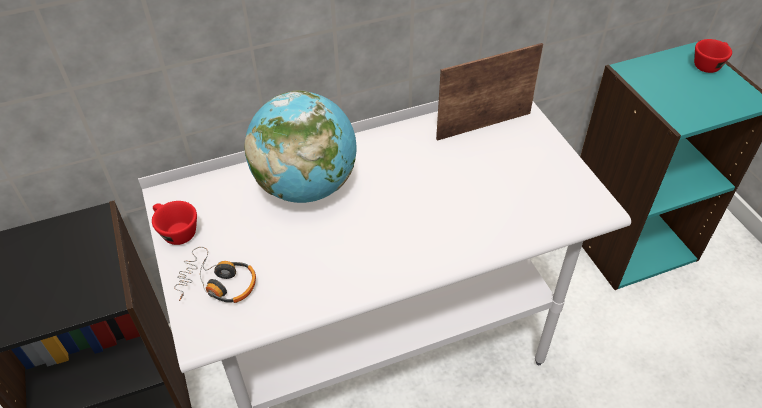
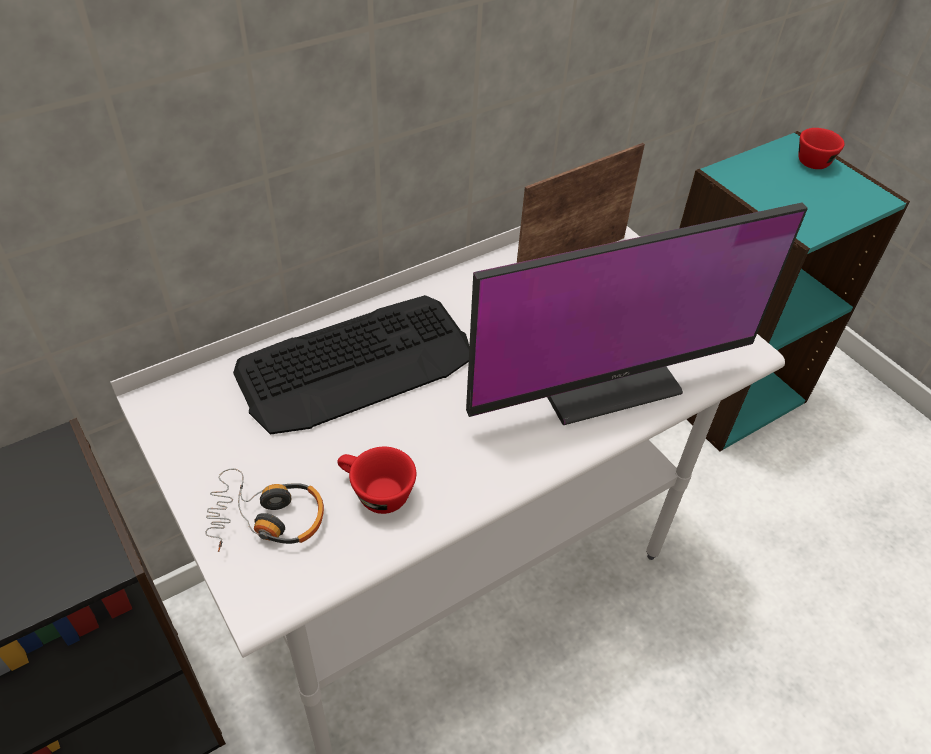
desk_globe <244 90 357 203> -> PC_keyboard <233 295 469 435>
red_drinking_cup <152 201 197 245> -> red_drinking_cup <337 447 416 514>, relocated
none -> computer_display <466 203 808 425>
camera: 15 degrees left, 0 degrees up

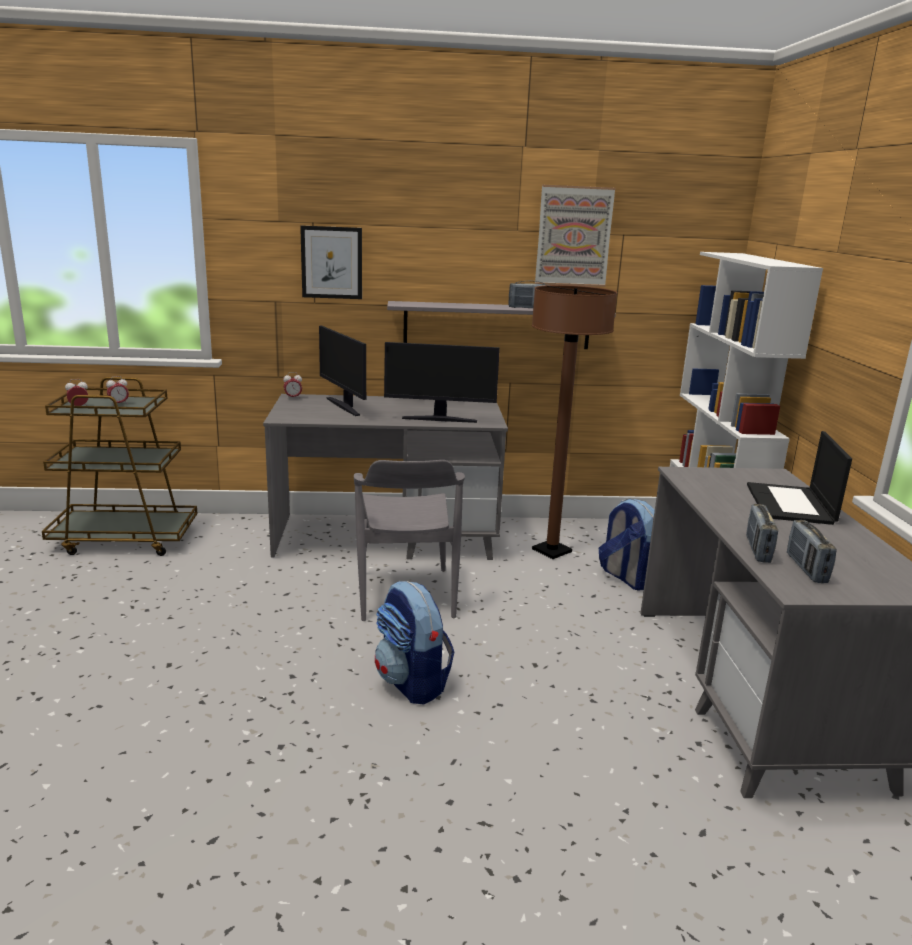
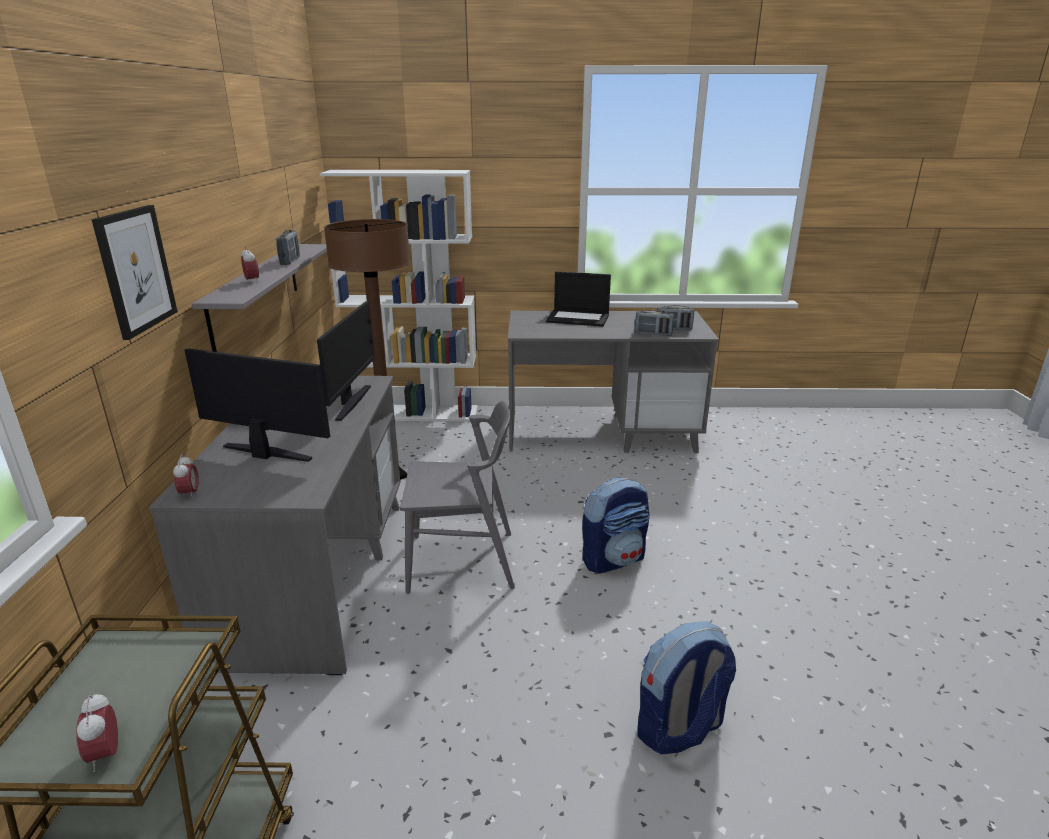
wall_art <535 185 616 287> -> none
computer_display <319 326 366 416> -> computer_display <185 349 330 462>, 135 degrees counterclockwise
alarm_clock <106 376 129 406> -> alarm_clock <241 246 259 283>, relocated
knapsack <599 498 655 591> -> knapsack <638 622 736 755>, relocated
camera: 85 degrees left, 5 degrees up

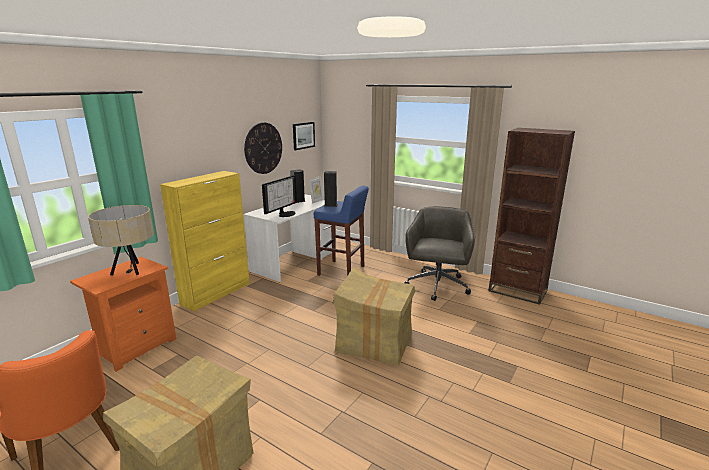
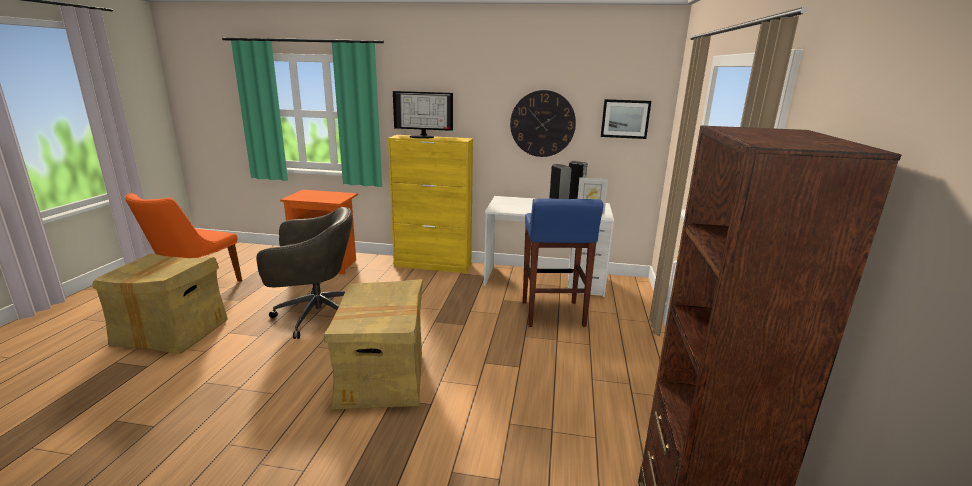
computer_display <262 175 297 217> -> computer_display <393 91 453 139>, relocated
beige-coloured_lamp_for_a_table <88 205 154 276> -> none
greyish_desk_chair <405 206 475 301> -> greyish_desk_chair <256 207 352 339>, relocated
camera: 65 degrees right, 0 degrees up

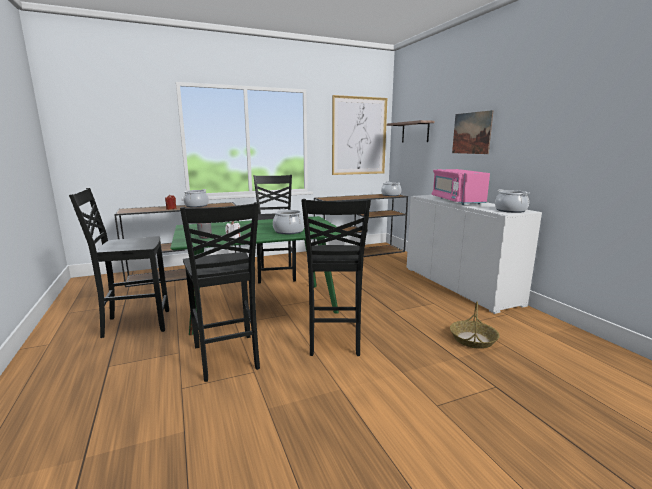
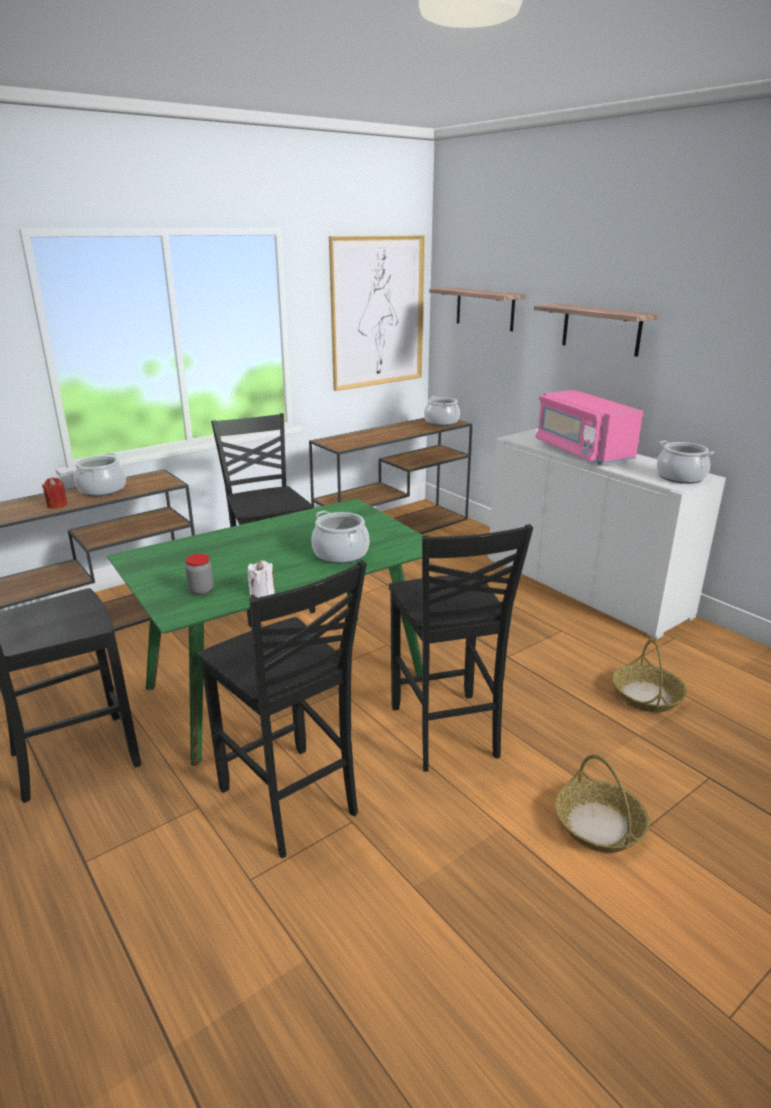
wall_art <452 110 494 154> -> shelf <534 304 658 357>
none -> household_basket <555 755 650 853>
camera: 15 degrees left, 10 degrees up

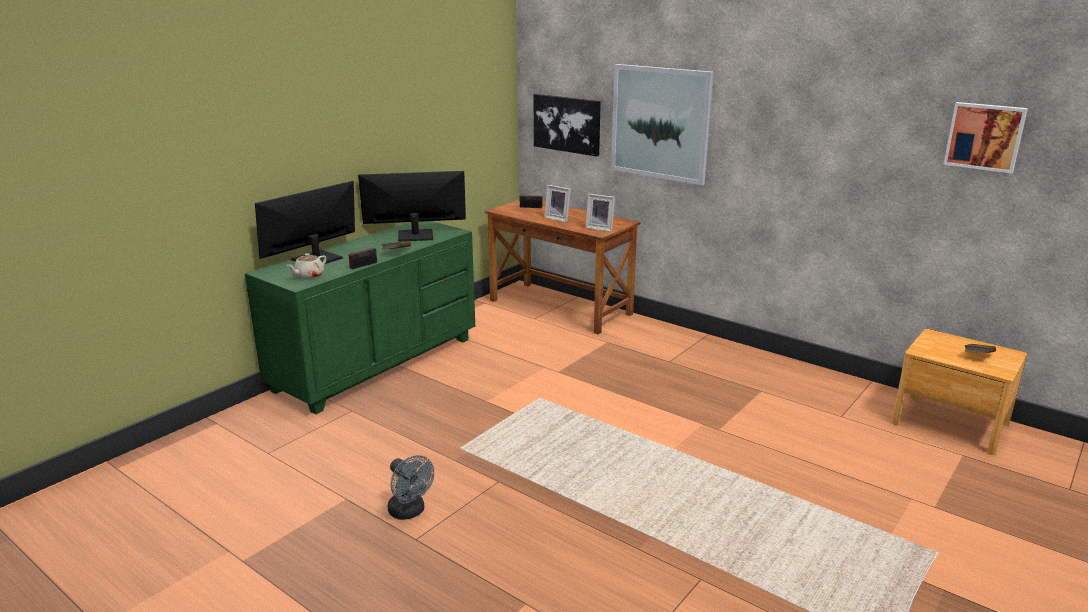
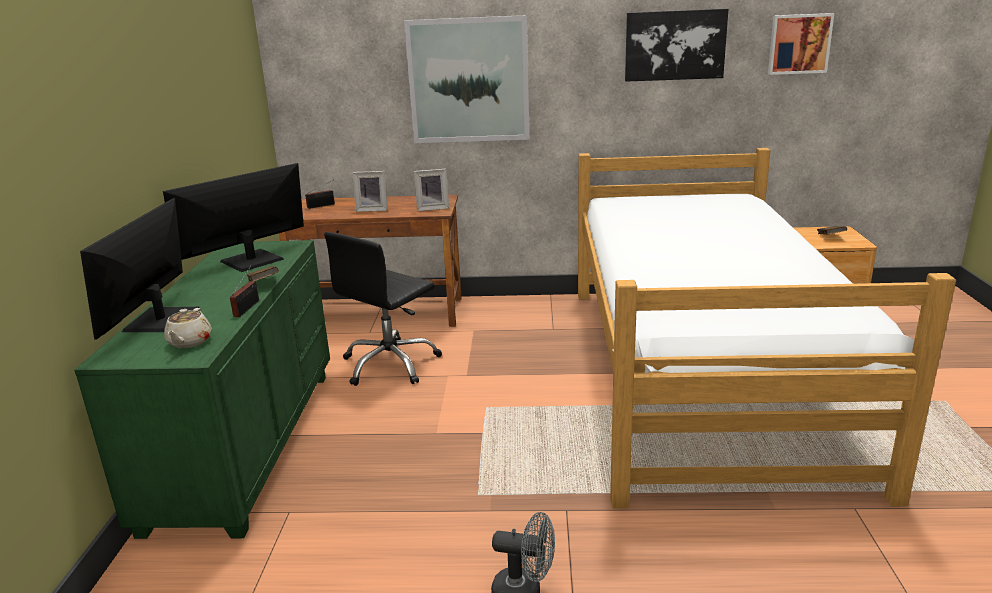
wall_art <534 94 601 156> -> wall_art <625 9 728 82>, relocated
none -> bed <578 148 956 508>
none -> black_desk_chair <324 232 442 386>
camera: 35 degrees left, 0 degrees up

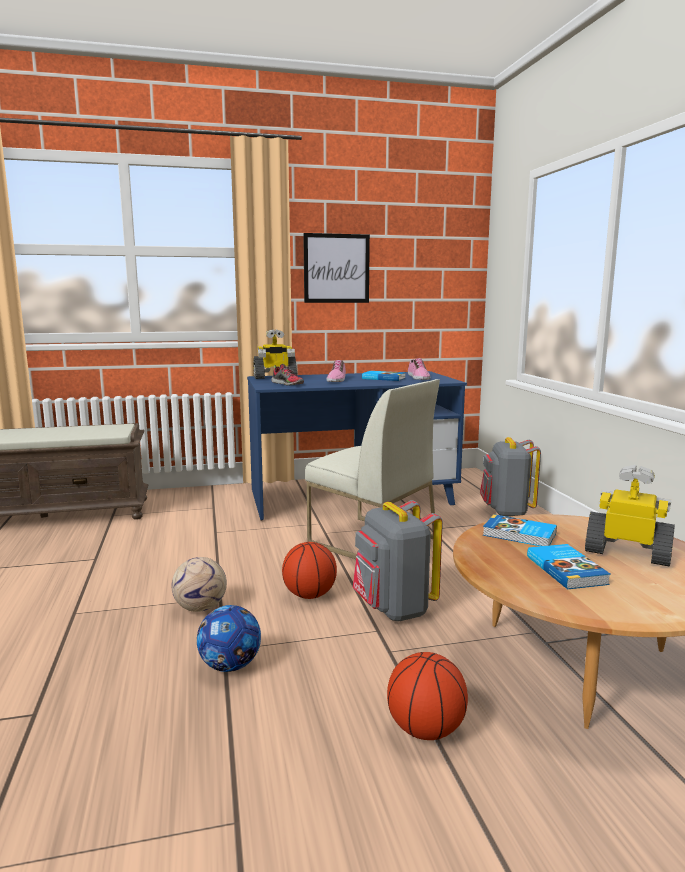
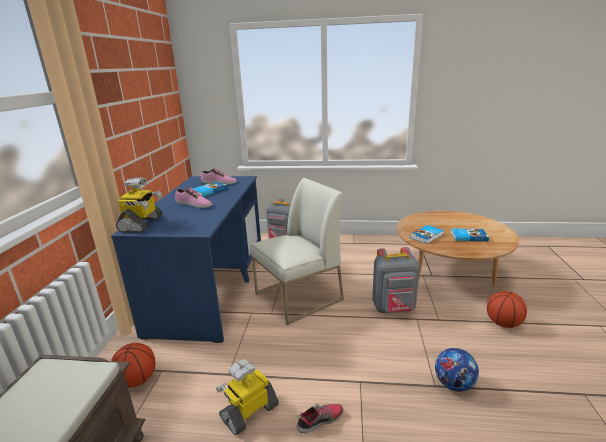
wall_art <303 233 370 303> -> none
shoe <271 364 304 386> -> shoe <296 404 343 434>, relocated
robot_figure <585 465 675 567> -> robot_figure <216 359 279 436>, relocated
ball_for_basketball <282 542 337 599> -> ball_for_basketball <111 343 155 388>, relocated
football <171 557 227 612> -> none
camera: 70 degrees left, 10 degrees up

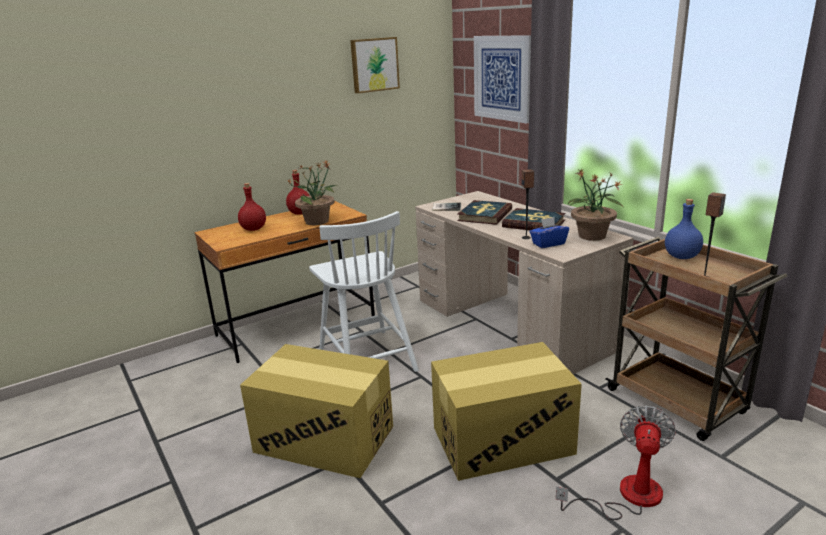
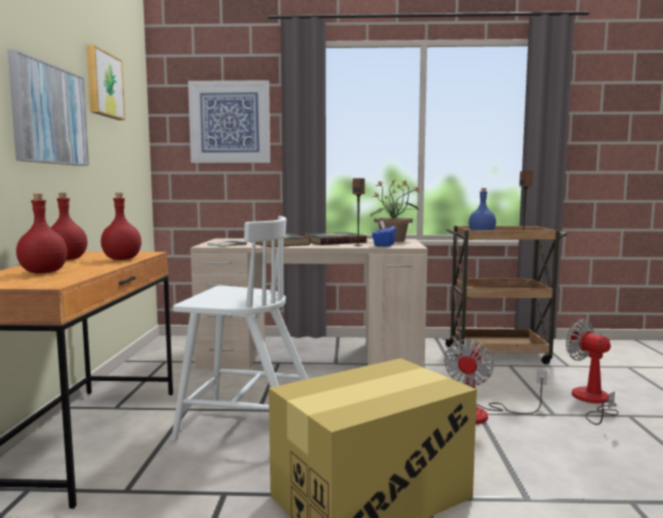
houseplant <287 161 338 225> -> red_bottle <101 193 142 260>
carton <431 342 582 481> -> cooling_fan <444 339 547 424>
none -> wall_art <7 49 89 166>
camera: 55 degrees left, 15 degrees down

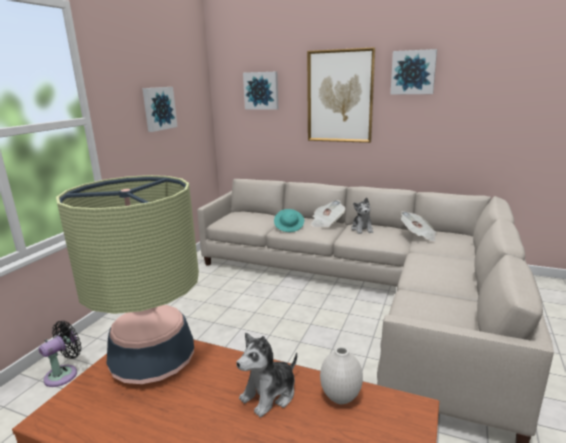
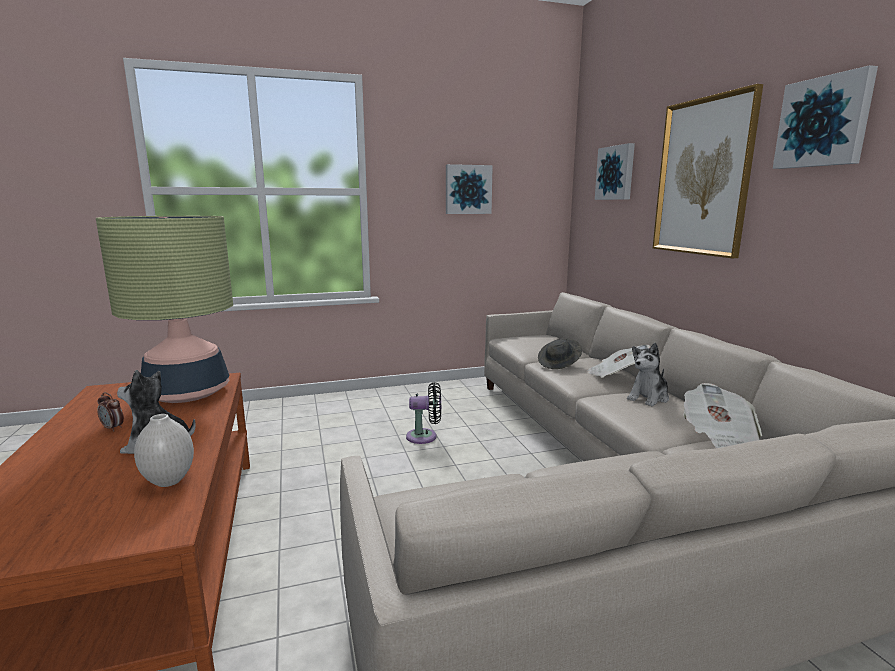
blue-green_hat <274 209 304 232> -> greyish_hat <538 338 582 369>
black_cooling_fan <39 321 81 387> -> black_cooling_fan <406 382 441 444>, relocated
none -> alarm_clock <97 392 124 432>
camera: 50 degrees right, 5 degrees down

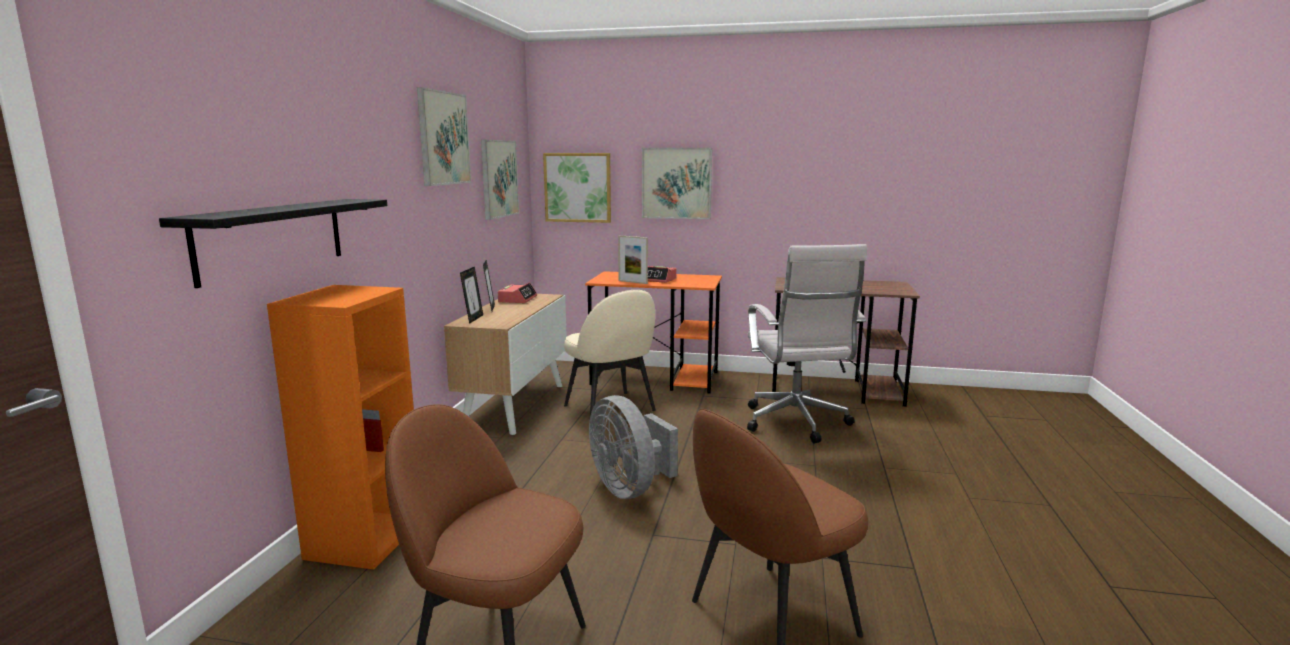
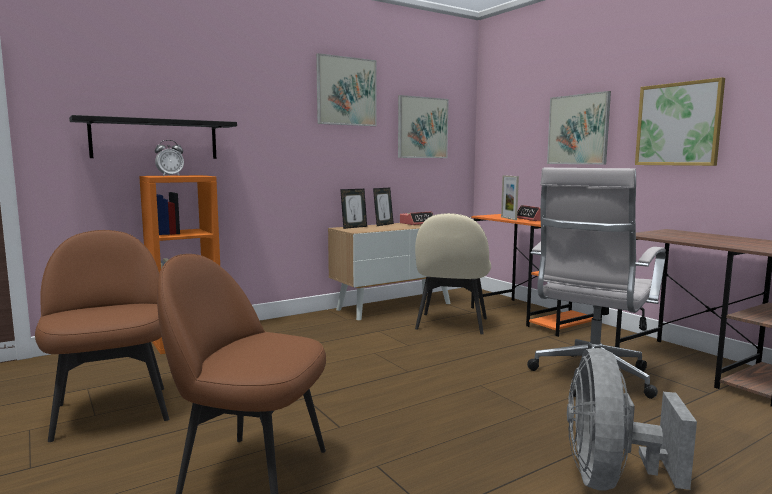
wall_art <543 153 611 223> -> wall_art <635 77 725 166>, relocated
greyish_cooling_fan <589 395 678 499> -> greyish_cooling_fan <567 348 697 490>, relocated
none -> alarm_clock <155 140 184 176>
camera: 45 degrees right, 5 degrees down

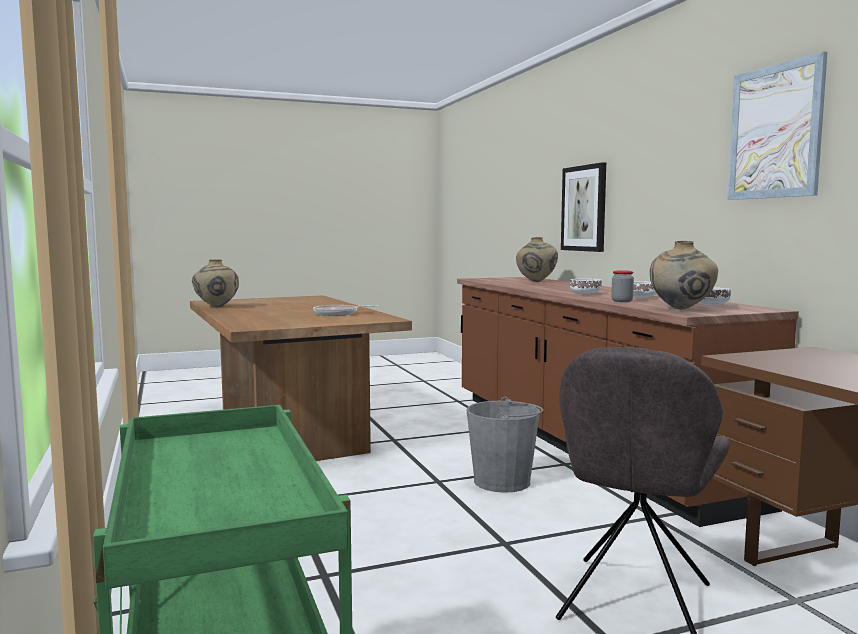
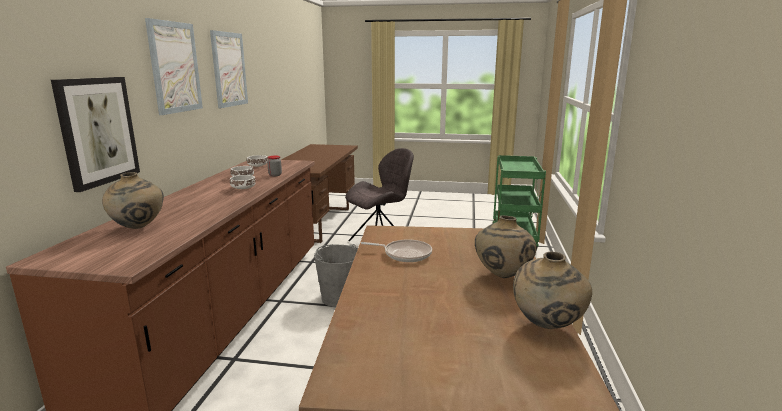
beige-coloured_decorative_vase <650 241 718 309> -> beige-coloured_decorative_vase <475 215 537 278>, relocated
none -> wall_art <145 18 203 115>
camera: 150 degrees left, 10 degrees up

